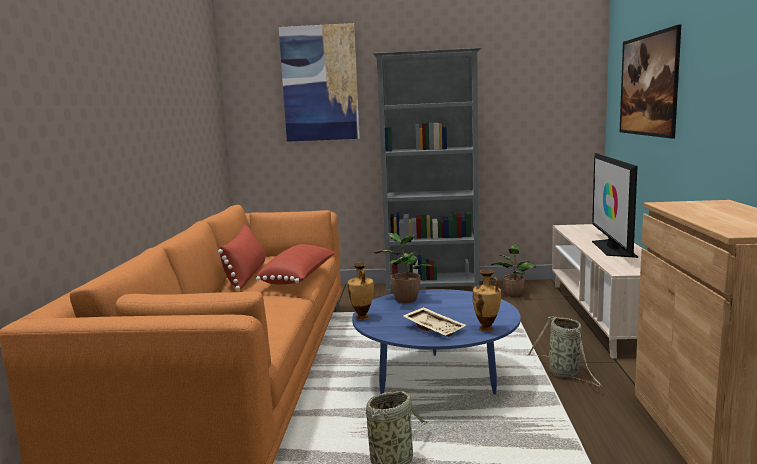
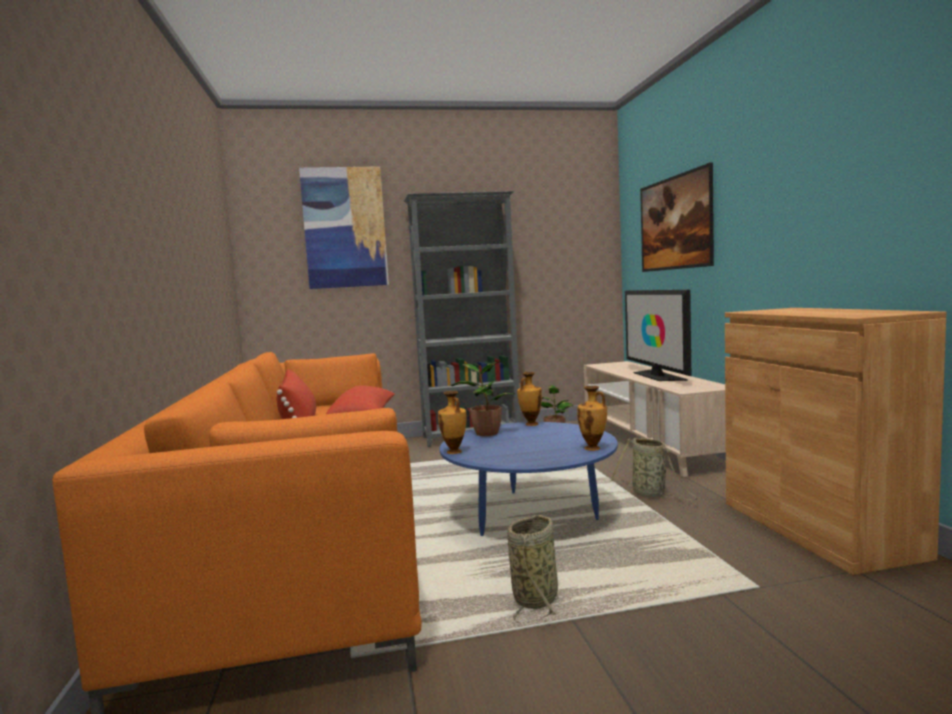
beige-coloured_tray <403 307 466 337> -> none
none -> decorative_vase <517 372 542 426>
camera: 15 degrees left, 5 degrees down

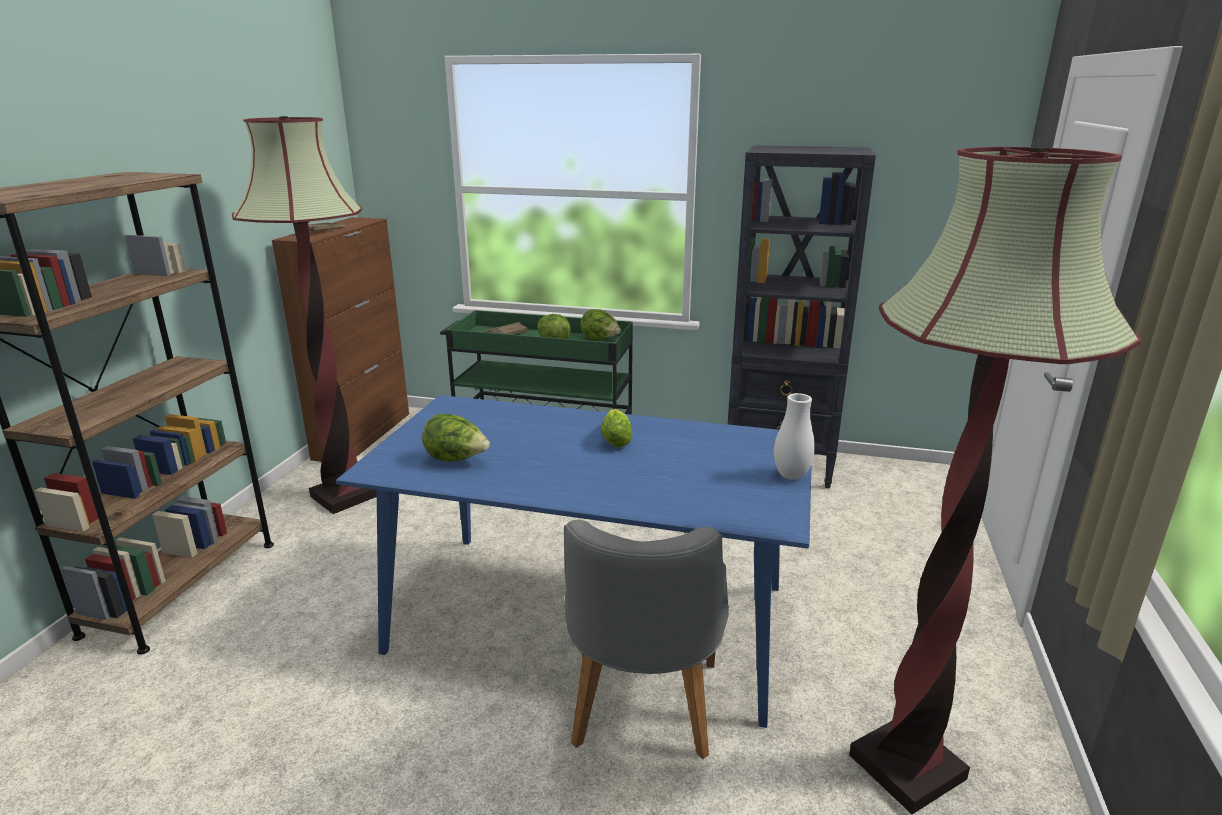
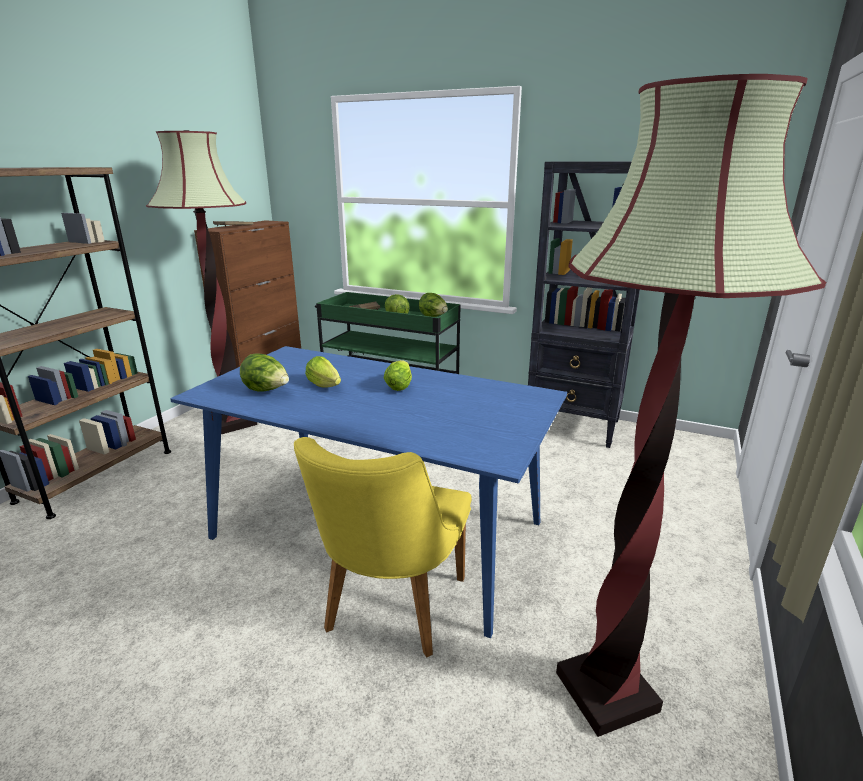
white_decorative_vase <774 393 815 480> -> none
greyish_chair <564 520 729 759> -> yellow-coloured_chair <294 437 472 658>
none -> lettuce <305 356 341 388>
camera: 10 degrees right, 0 degrees up

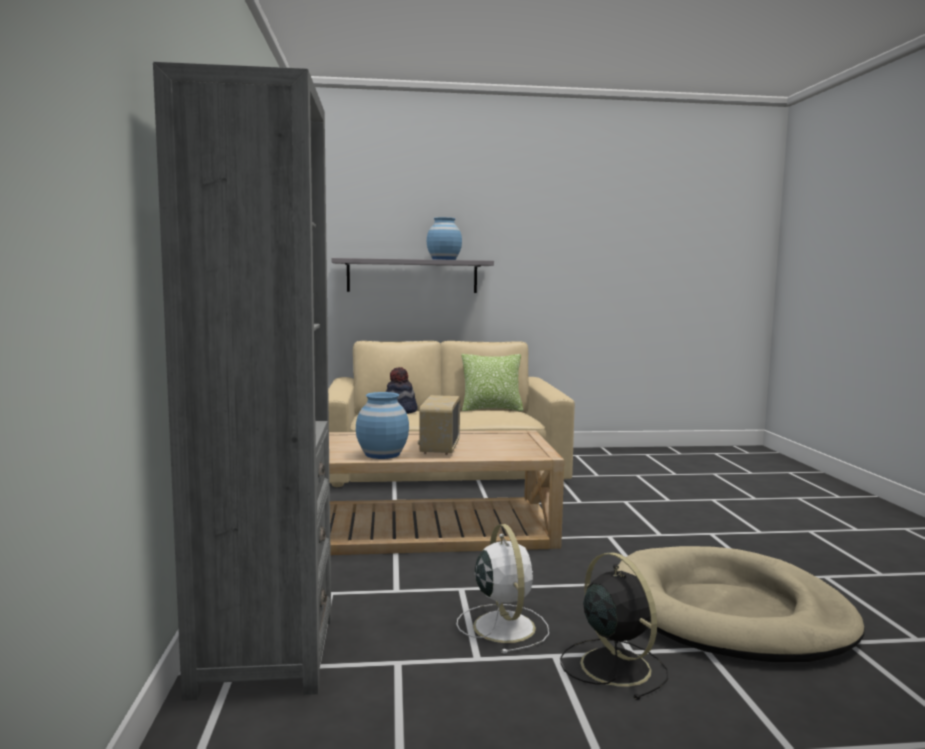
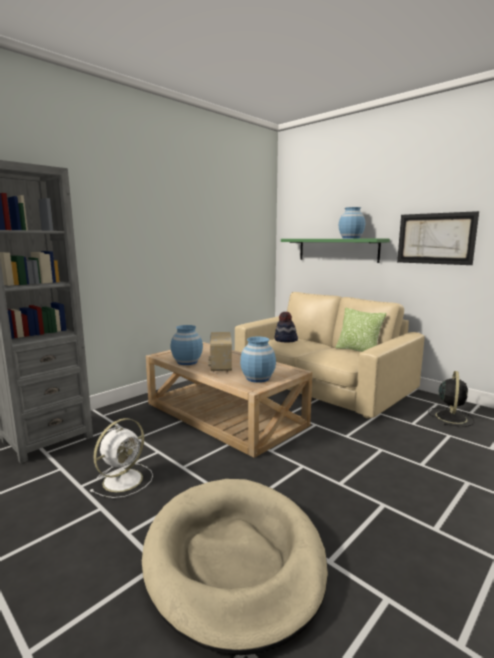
greyish_shelf <331 258 494 293> -> greenish_shelf <281 239 390 263>
radio <418 395 460 455> -> radio <208 332 232 372>, 60 degrees counterclockwise
black_cooling_fan <560 552 668 700> -> black_cooling_fan <428 371 474 426>, relocated
none -> wall_art <397 211 479 265>
none -> bluish_decorative_vase <240 337 276 383>
camera: 50 degrees right, 5 degrees up

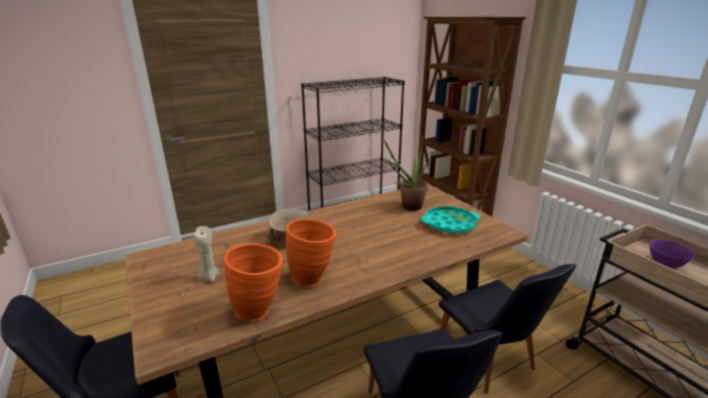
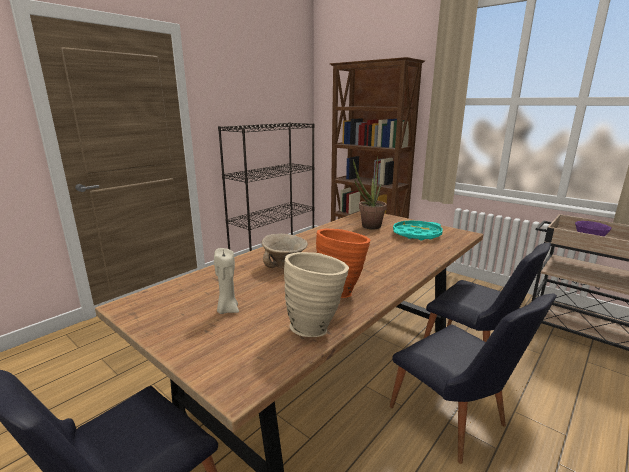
orange_decorative_vase <224 243 283 321> -> beige-coloured_decorative_vase <284 252 349 337>
camera: 20 degrees left, 5 degrees down

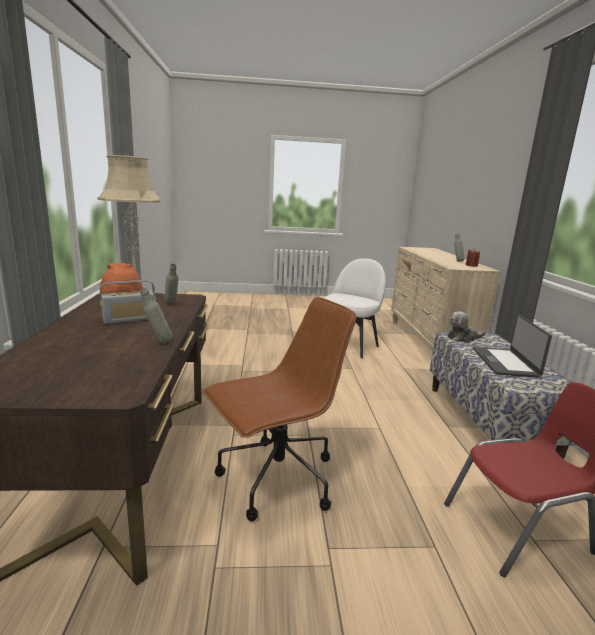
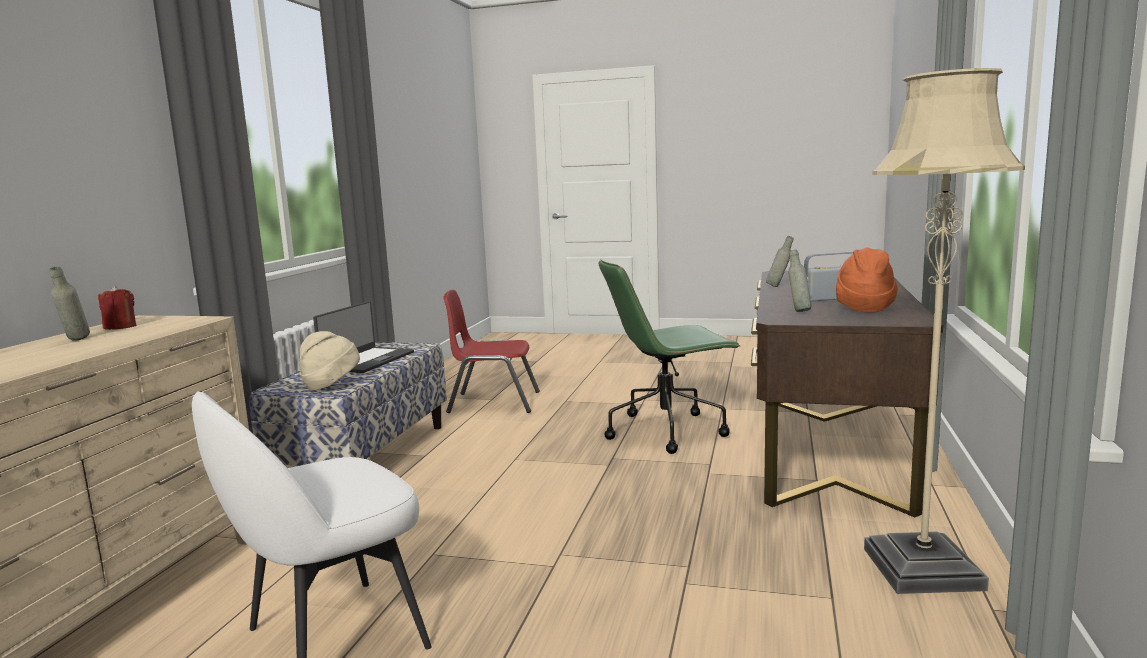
brown-coloured_desk_chair <203 297 356 521> -> greenish_desk_chair <599 259 741 454>
soft_toy <448 312 485 342> -> beige-coloured_hat <299 331 360 391>
camera: 160 degrees left, 5 degrees down

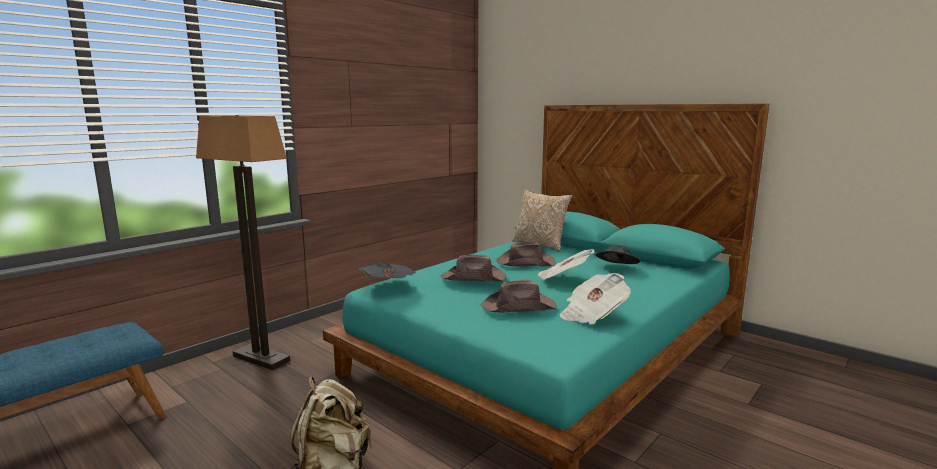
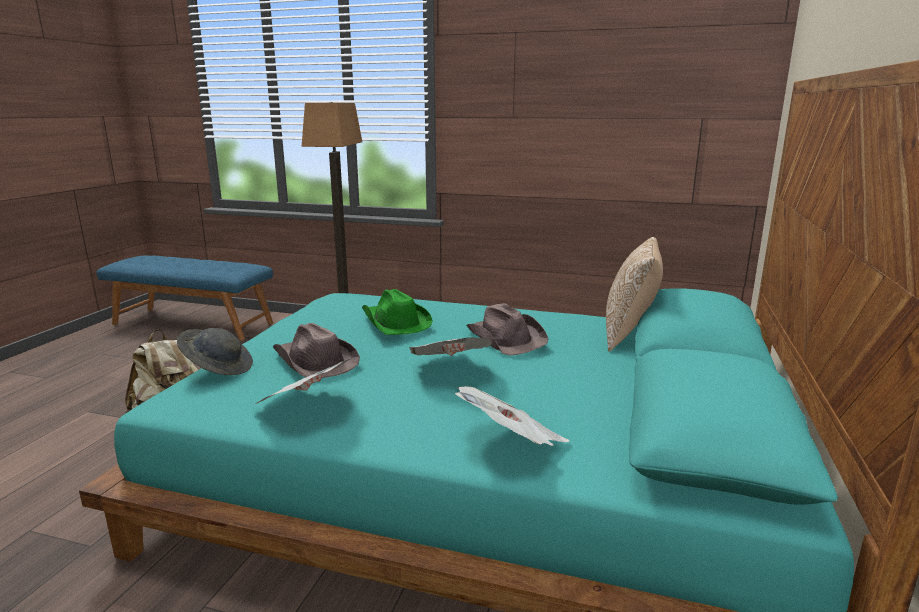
greyish_hat <595 245 640 264> -> greyish_hat <177 328 253 375>, relocated
brown-coloured_hat <441 255 507 282> -> greenish_hat <362 289 433 335>
newspaper <358 263 416 278> -> newspaper <455 386 569 446>, relocated
camera: 65 degrees right, 5 degrees up

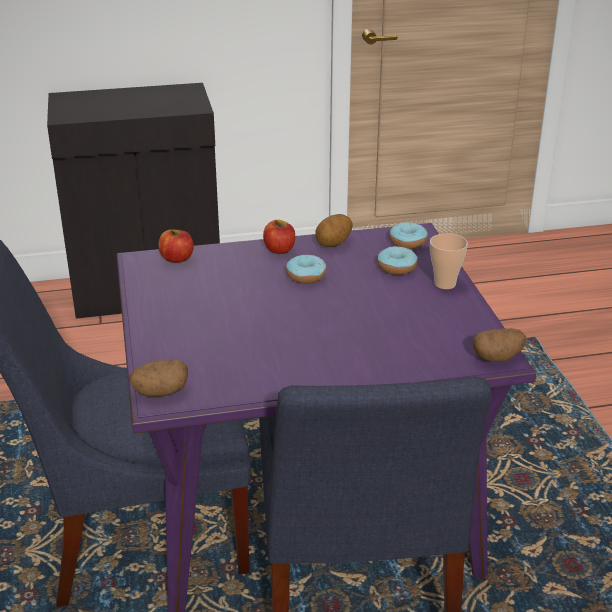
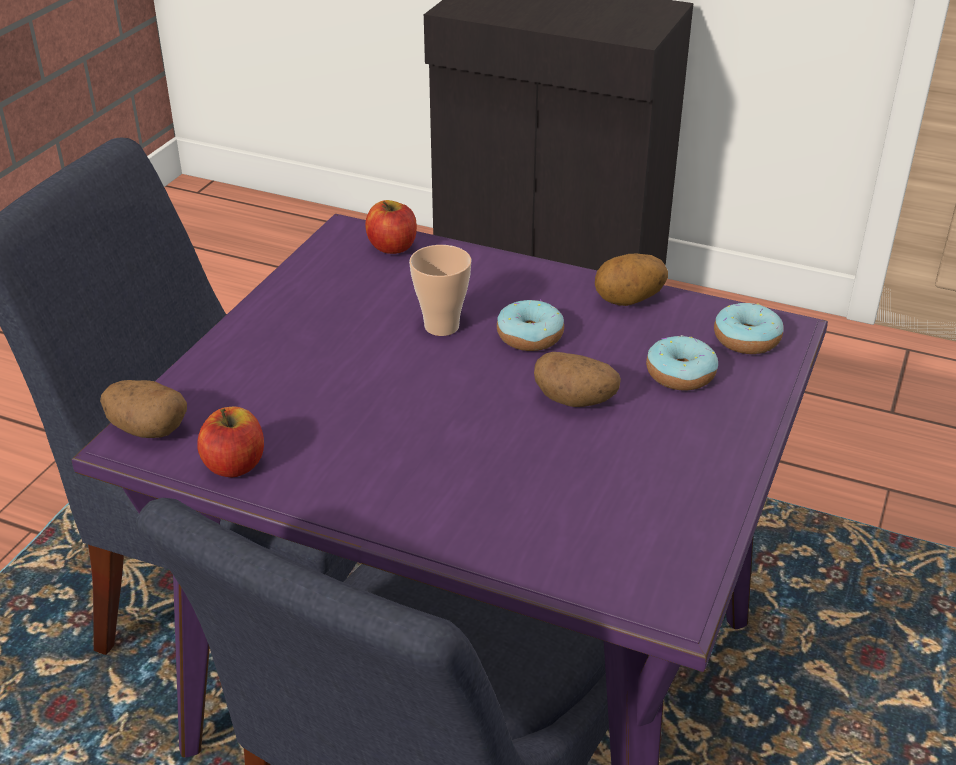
whole_apple <263 220 295 254> -> whole_apple <197 407 264 477>, relocated
drinking_cup <430 233 468 289> -> drinking_cup <409 245 472 336>, relocated
spud <472 328 526 362> -> spud <534 352 621 407>, relocated
camera: 35 degrees right, 5 degrees up

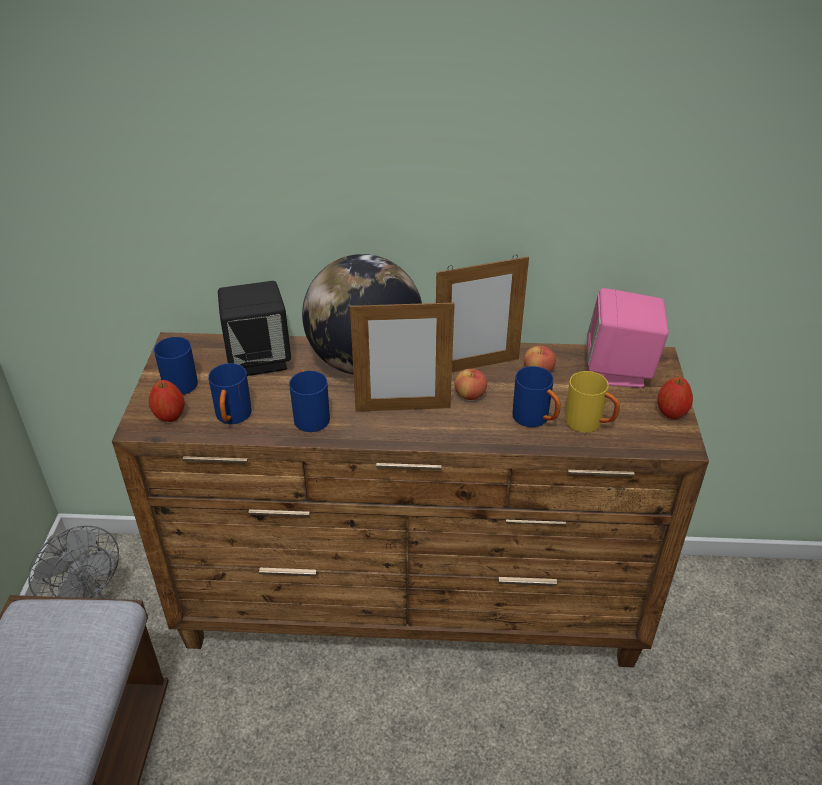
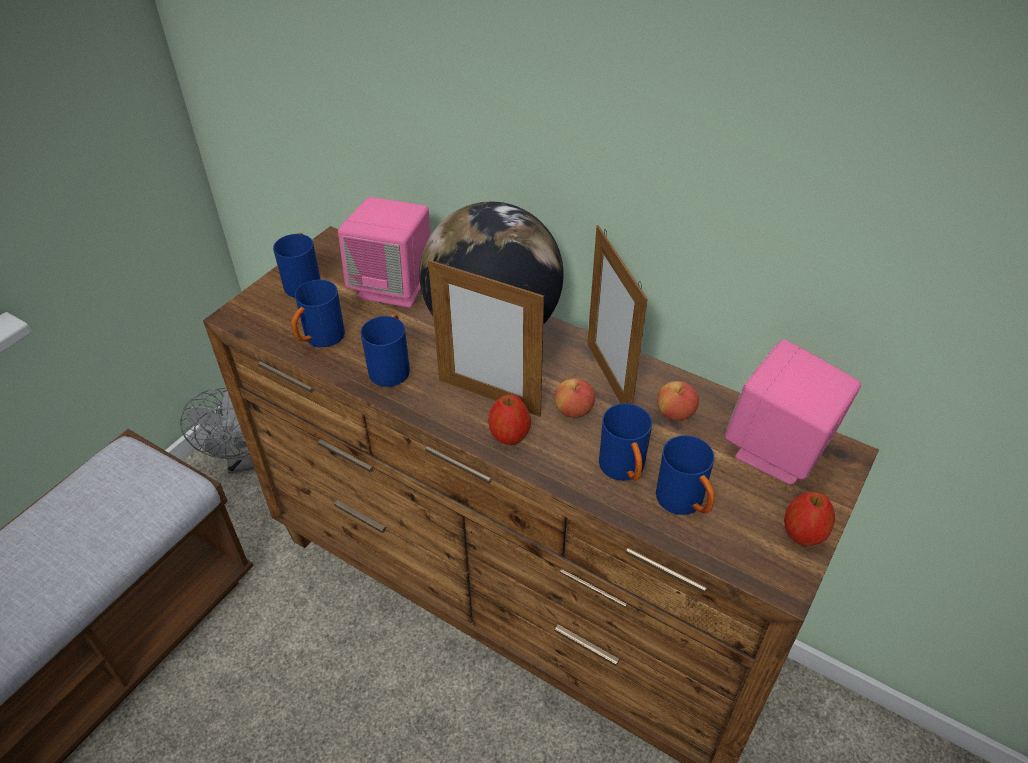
photo_frame <436 255 529 372> -> photo_frame <587 225 648 404>, 60 degrees clockwise
black_speaker <218 281 291 376> -> pink_speaker <338 197 430 308>
yellow-coloured_mug <565 371 620 433> -> bluish_mug <656 435 715 515>
whole_apple <149 380 185 422> -> whole_apple <488 394 531 445>, relocated
camera: 30 degrees right, 5 degrees up

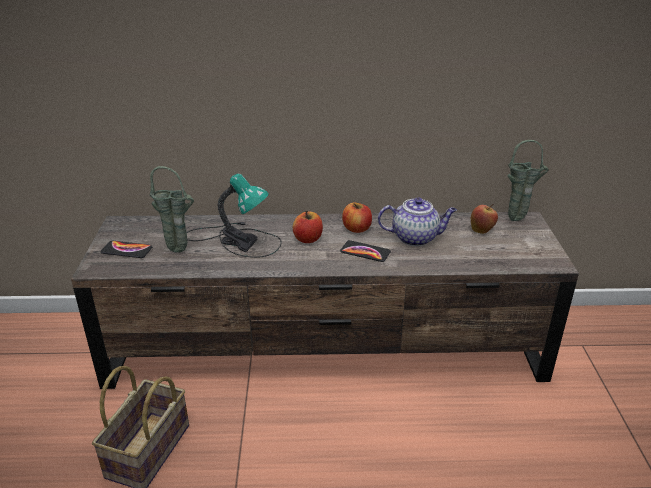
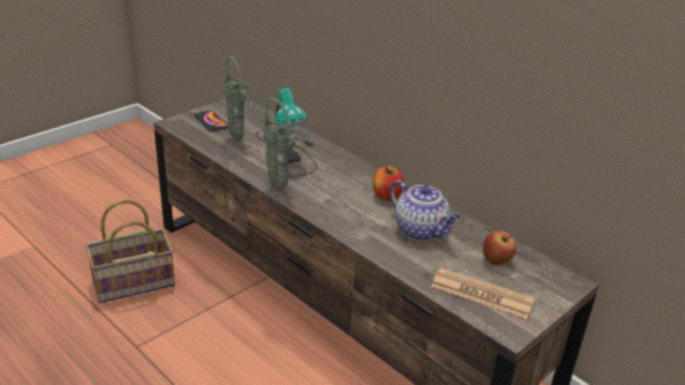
greenish_decorative_vase <507 140 549 221> -> greenish_decorative_vase <262 98 296 190>, relocated
whole_apple <293 211 323 243> -> none
phone <340 240 391 262> -> none
none -> newspaper <431 268 535 319>
camera: 45 degrees right, 0 degrees up

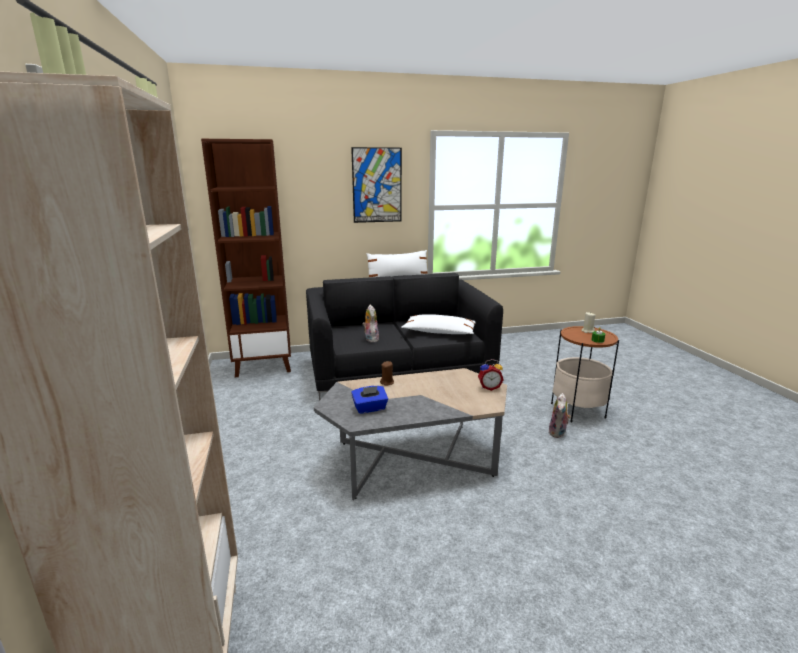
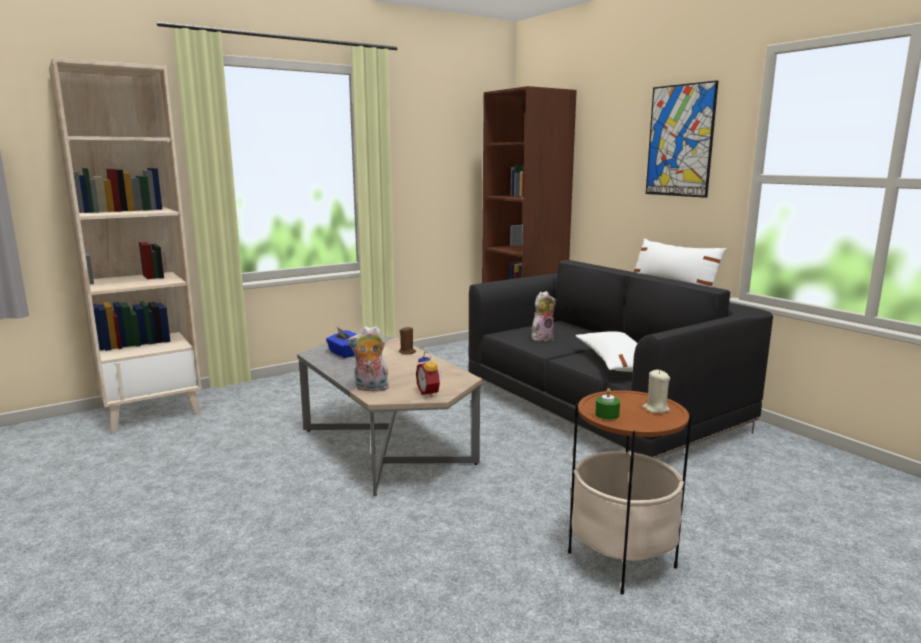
soft_toy <548 393 571 438> -> soft_toy <348 326 389 391>, relocated
camera: 70 degrees right, 5 degrees down

